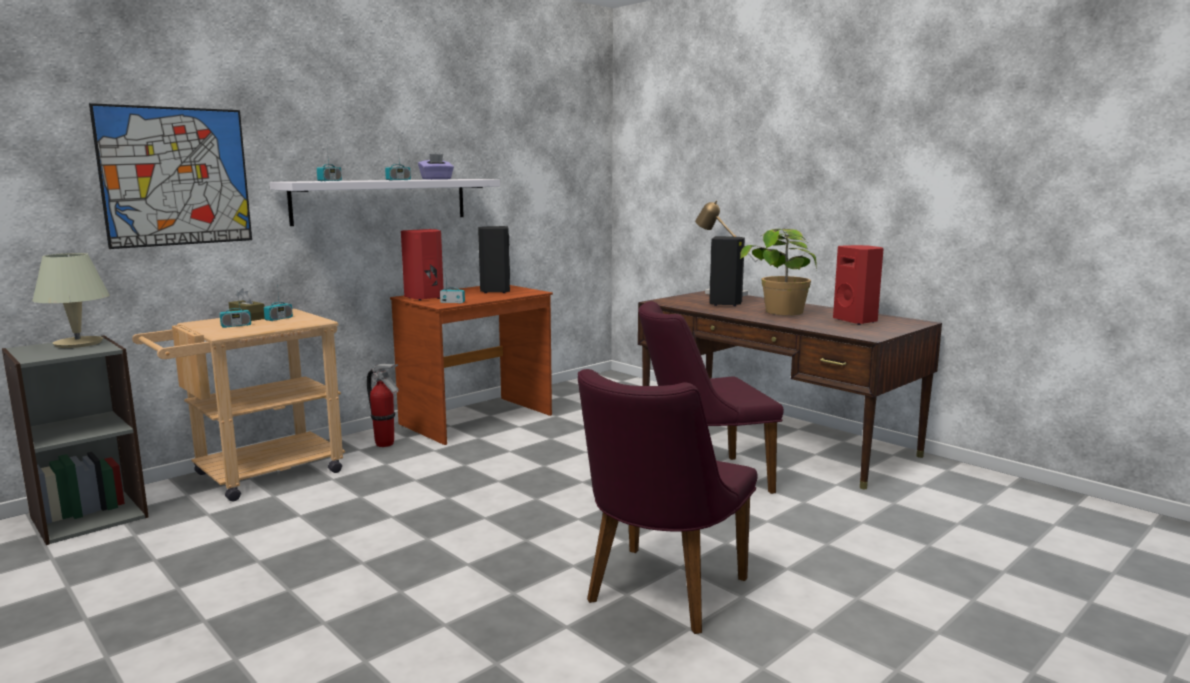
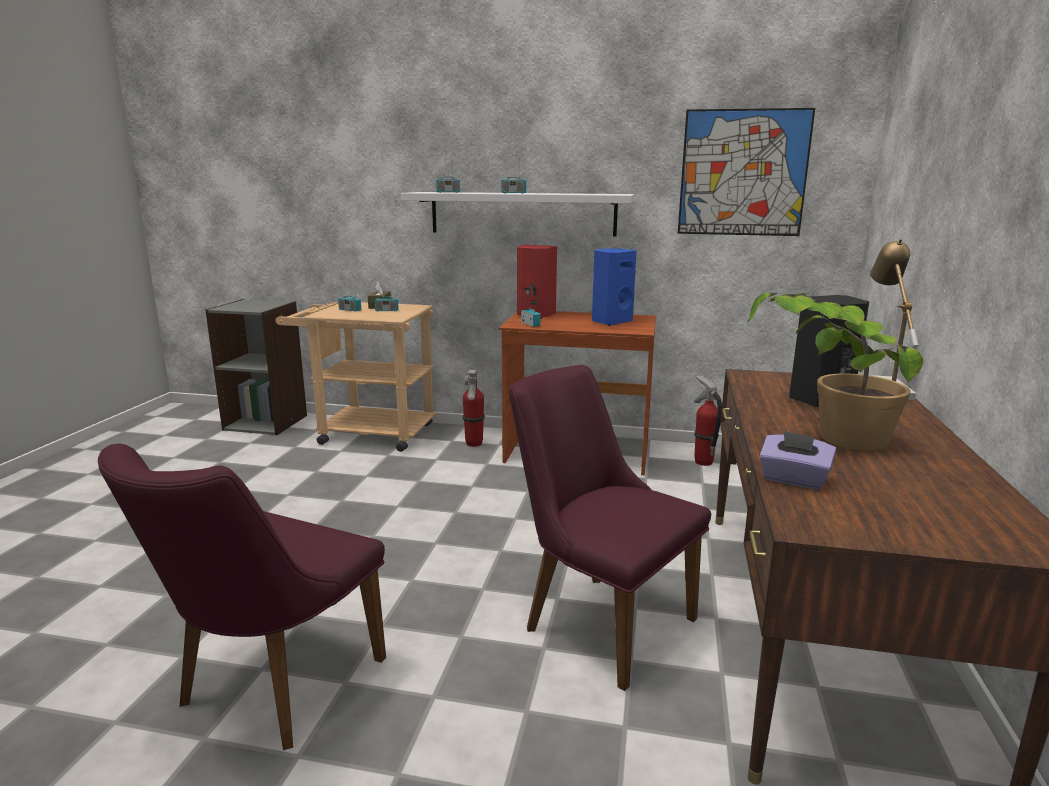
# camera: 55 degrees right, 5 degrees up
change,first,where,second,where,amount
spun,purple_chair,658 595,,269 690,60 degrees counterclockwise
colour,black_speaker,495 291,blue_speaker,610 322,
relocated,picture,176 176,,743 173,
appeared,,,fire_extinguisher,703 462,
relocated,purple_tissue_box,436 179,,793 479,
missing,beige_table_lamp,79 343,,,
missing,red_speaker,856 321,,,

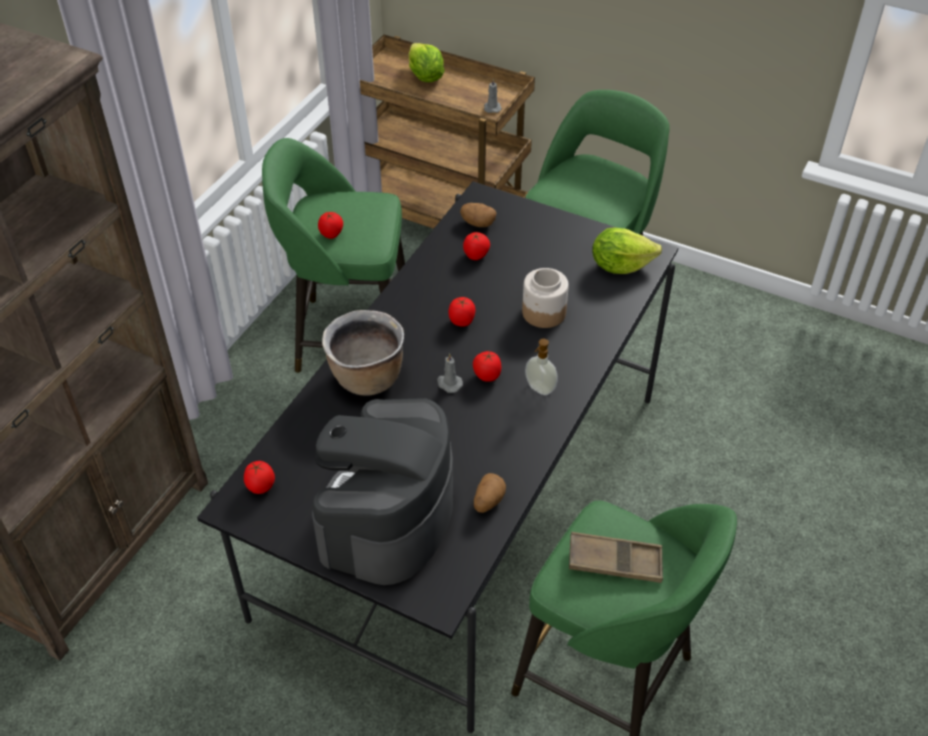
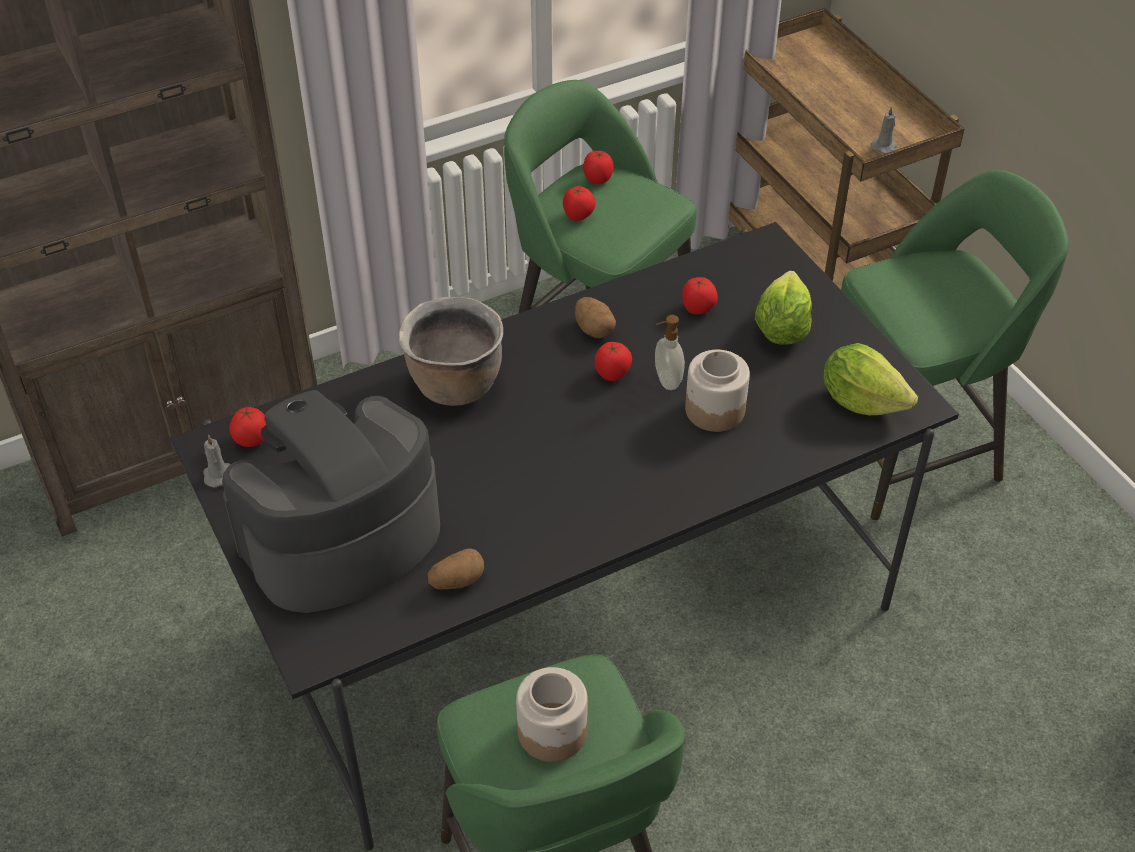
# camera: 35 degrees right, 0 degrees up
change,first,where,second,where,amount
relocated,grey_candle,449 384,,218 474,
exchanged,brown_tray,615 561,jar,553 731,
relocated,potato,477 223,,594 329,
relocated,tomato,487 376,,597 179,
relocated,soap_dispenser,539 389,,666 380,
relocated,lettuce,425 77,,781 329,

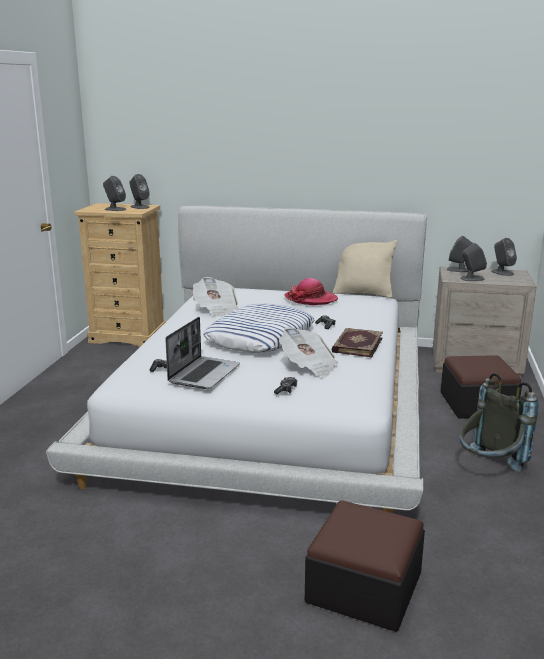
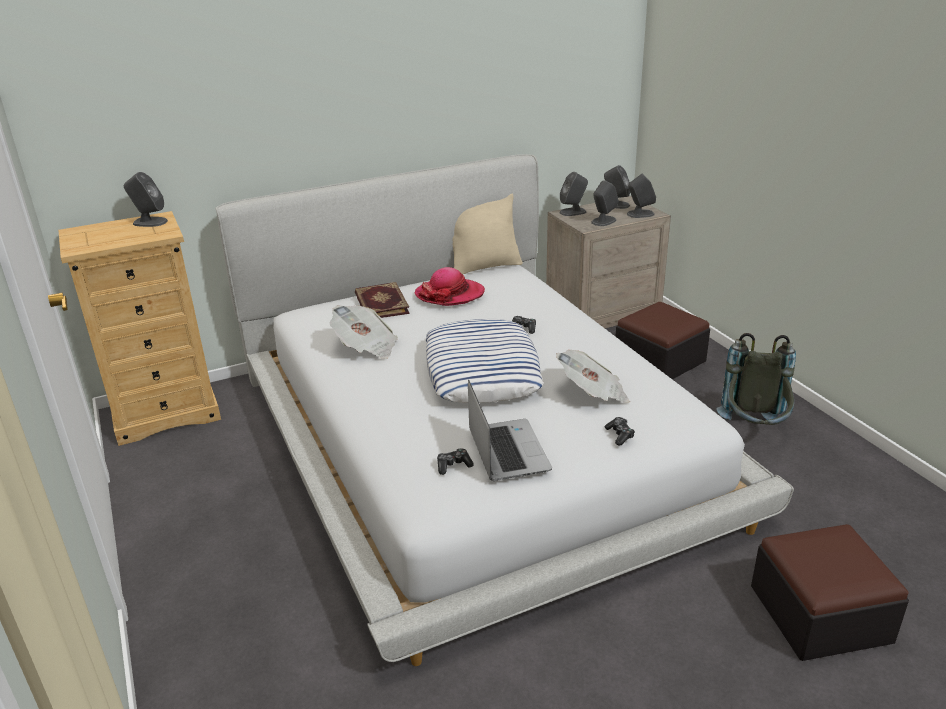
# camera: 35 degrees left, 10 degrees up
change,first,where,second,where,amount
relocated,book,356 345,,380 304,
relocated,grey_speaker,115 209,,640 214,

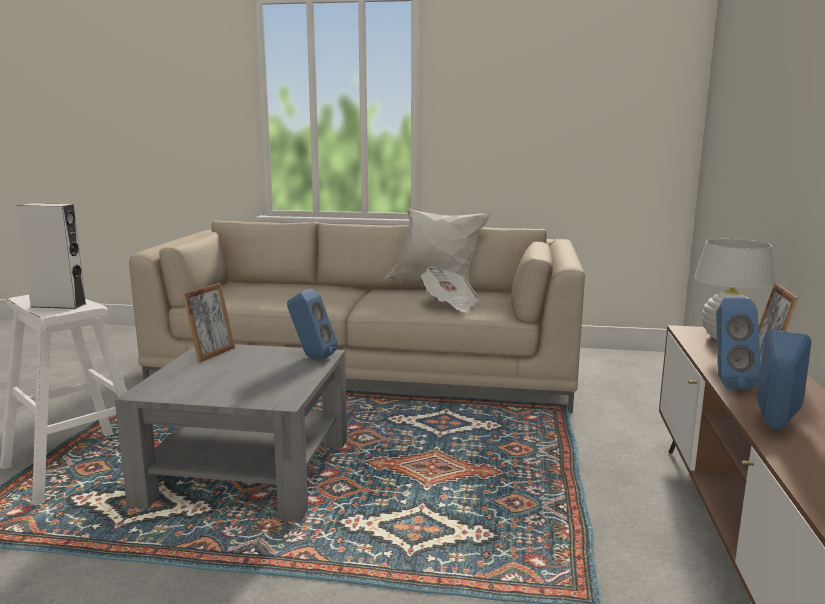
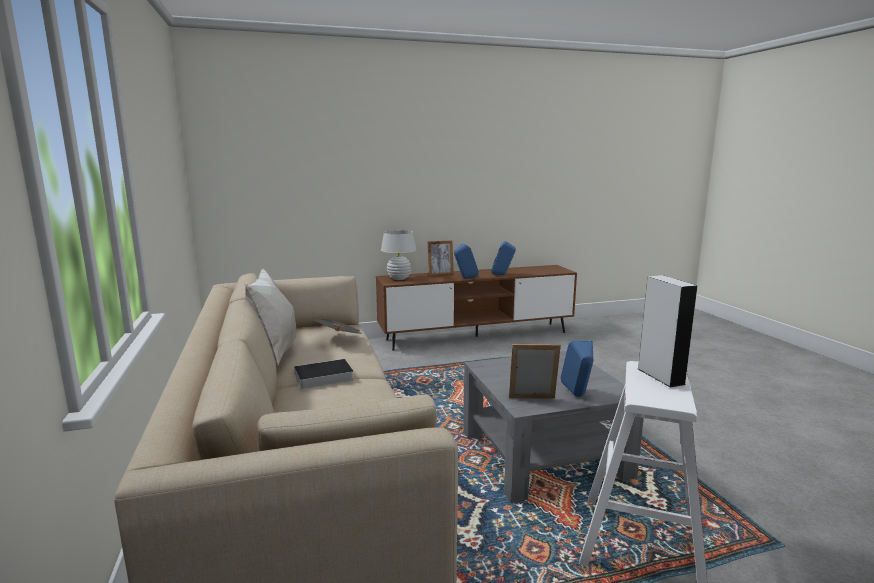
# camera: 115 degrees left, 0 degrees up
change,first,where,second,where,amount
appeared,,,book,322 378,
relocated,blue_speaker,311 356,,577 396,

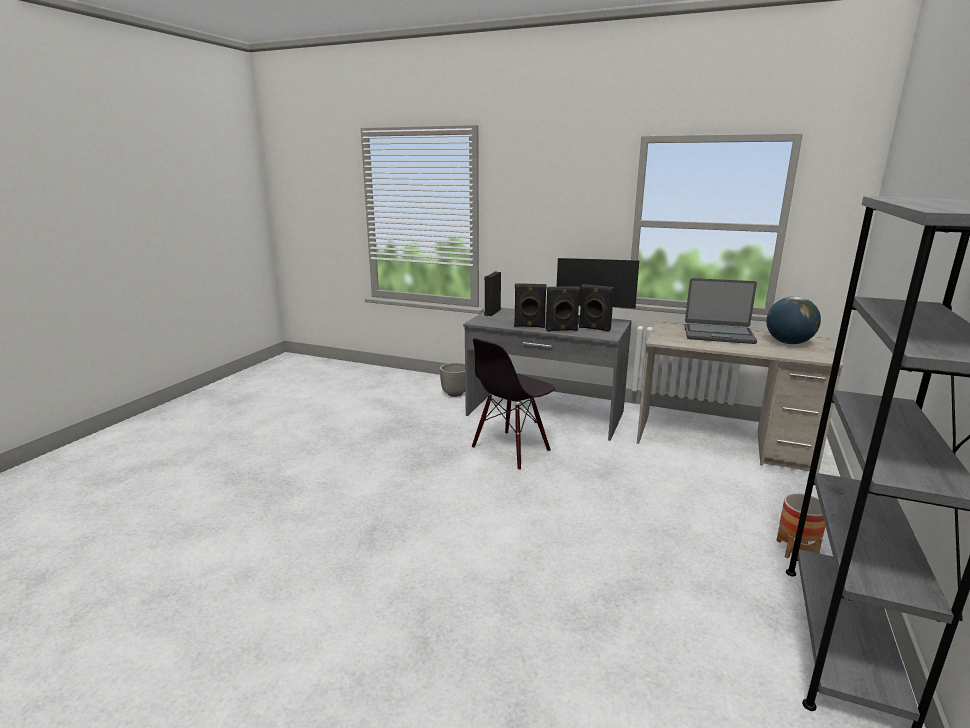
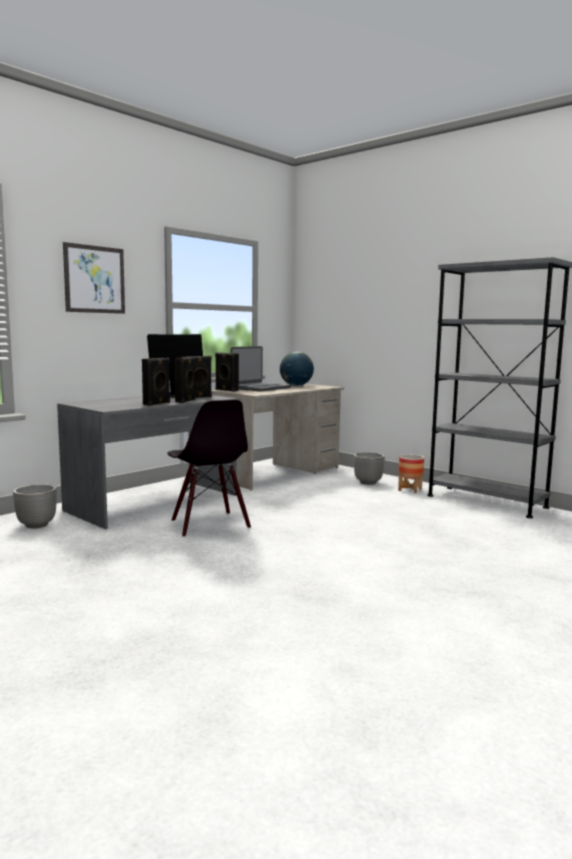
# camera: 70 degrees left, 10 degrees down
change,first,where,second,where,amount
appeared,,,picture,94 279,
relocated,black_speaker,491 312,,226 390,
appeared,,,planter,368 483,

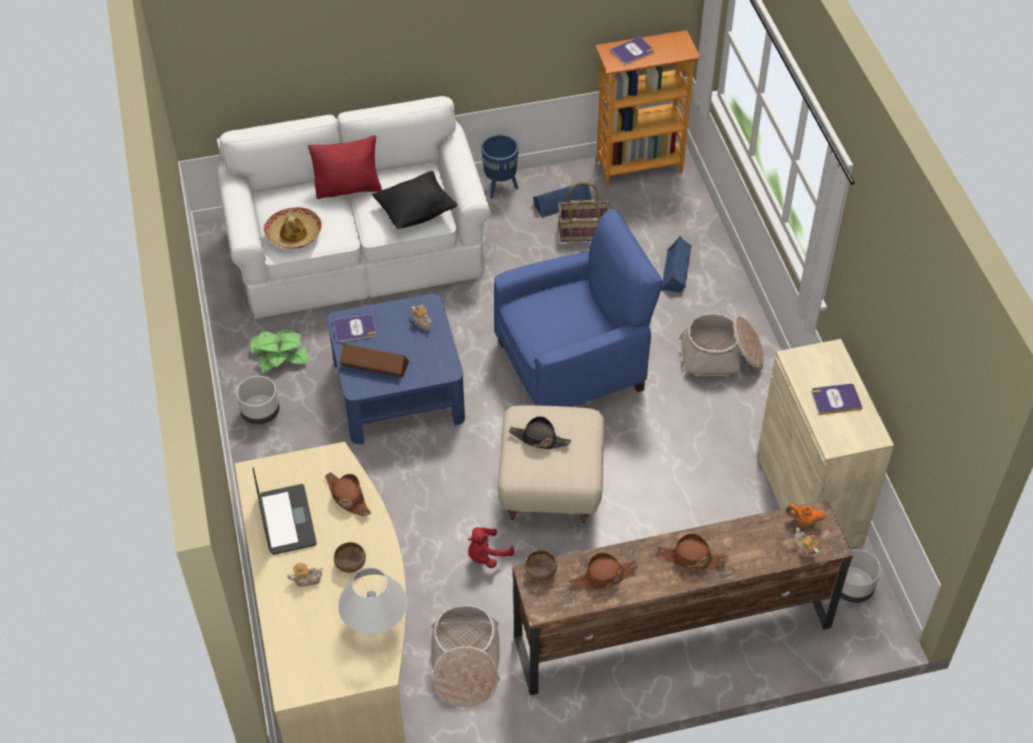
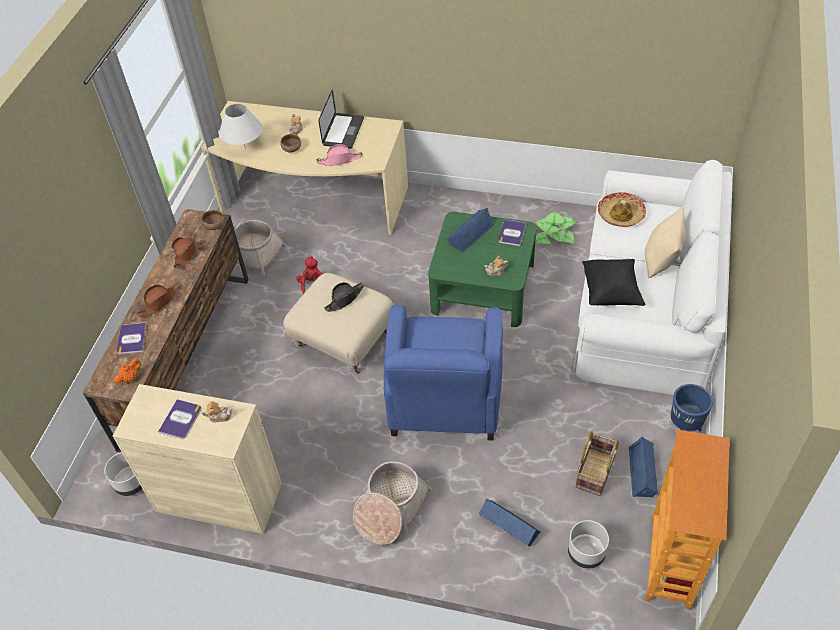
# camera: 120 degrees right, 0 degrees up
change,first,where,second,where,amount
relocated,book,632 51,,132 338,
relocated,teapot,804 549,,219 416,
colour,brown_hat,347 497,pink_hat,340 160,
spun,laptop,287 520,,343 131,90 degrees counterclockwise
colour,blue_coffee_table,399 389,green_coffee_table,483 287,
colour,brown_speaker,374 366,blue_speaker,470 233,
relocated,grey_planter,260 413,,586 552,
colour,red_pillow,348 188,beige_pillow,661 260,

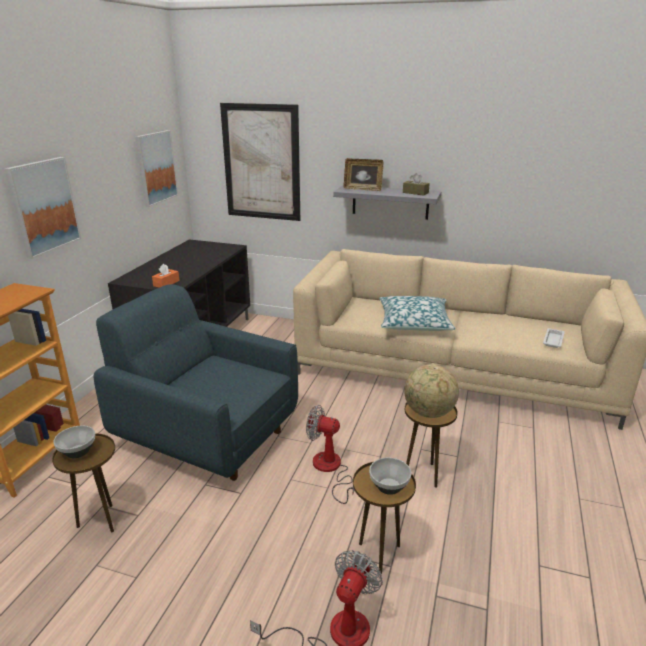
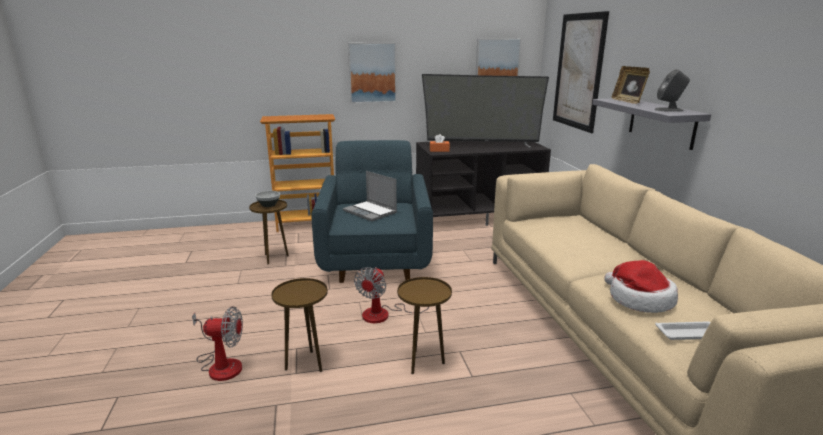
# camera: 60 degrees right, 5 degrees down
change,first,where,second,where,amount
appeared,,,laptop,371 212,
spun,fan,330 469,,385 314,150 degrees counterclockwise
appeared,,,television,482 145,
appeared,,,hat,639 299,
exchanged,brown_tissue_box,415 193,grey_speaker,669 110,
missing,bowl,388 486,,,
missing,pillow,414 322,,,
missing,globe,429 413,,,

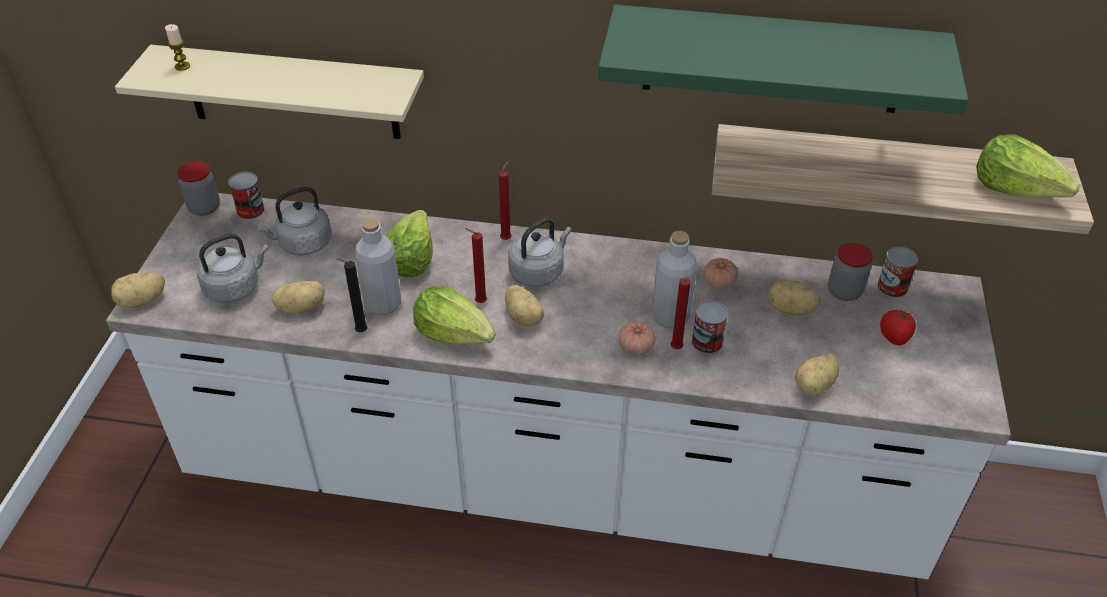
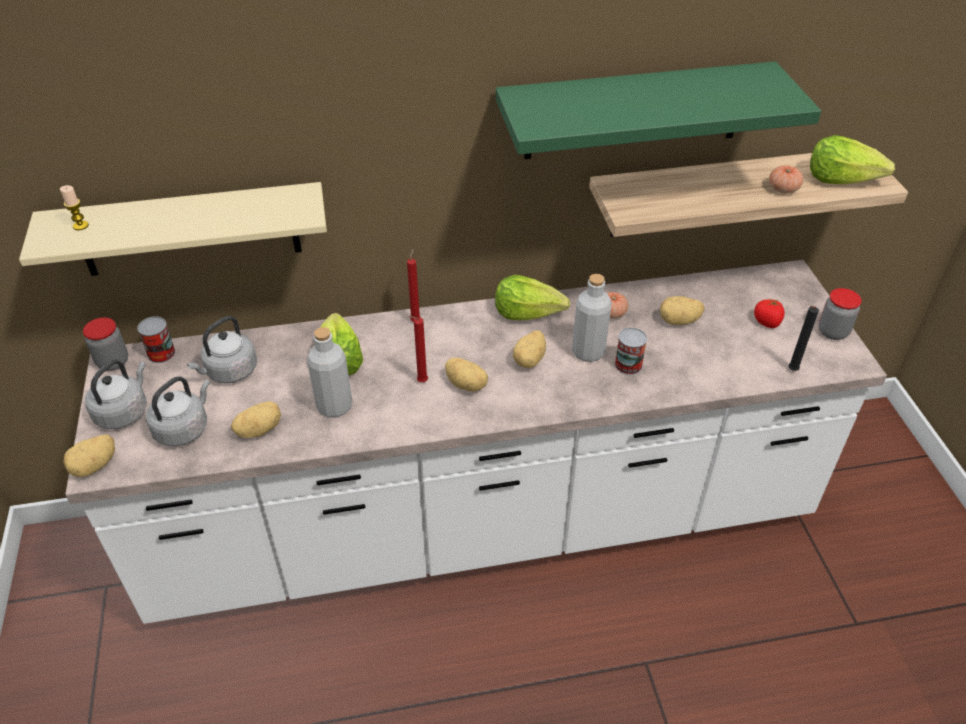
# camera: 20 degrees left, 0 degrees up
change,first,where,second,where,amount
relocated,grey_kettle,538 272,,124 412,
relocated,lettuce,454 333,,528 312,
relocated,potato,815 386,,530 360,
relocated,tomato,636 347,,783 189,
relocated,black_candle,359 332,,791 371,
relocated,jar,844 291,,833 332,
missing,red_candle,675 349,,,
missing,can,892 287,,,

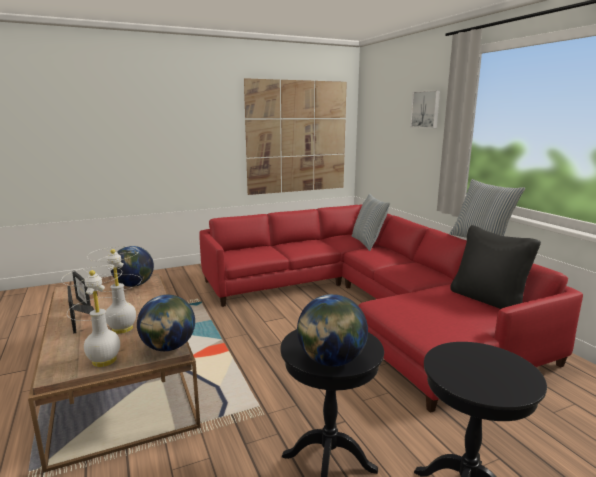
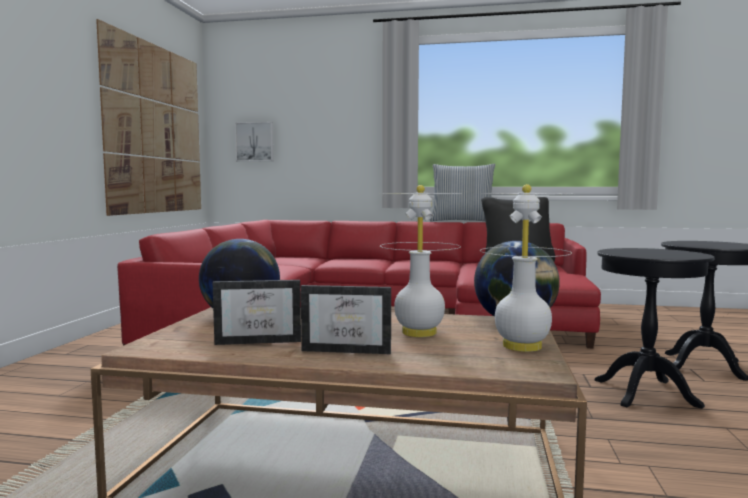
# camera: 55 degrees left, 10 degrees down
change,first,where,second,where,amount
relocated,picture,426 109,,255 142,
missing,globe,331 361,,,
missing,pillow,368 243,,,

